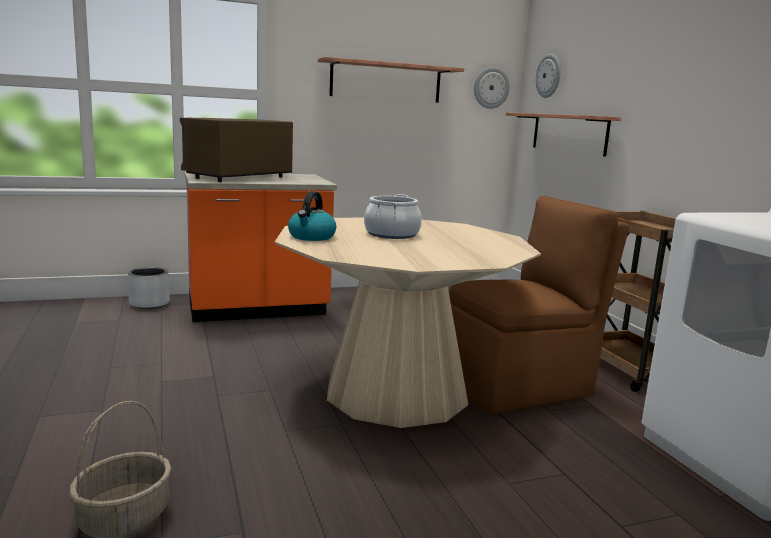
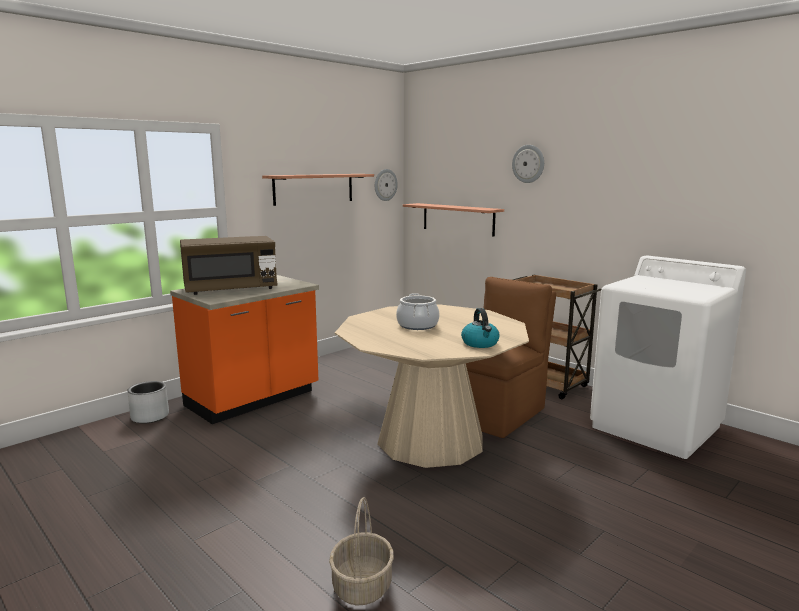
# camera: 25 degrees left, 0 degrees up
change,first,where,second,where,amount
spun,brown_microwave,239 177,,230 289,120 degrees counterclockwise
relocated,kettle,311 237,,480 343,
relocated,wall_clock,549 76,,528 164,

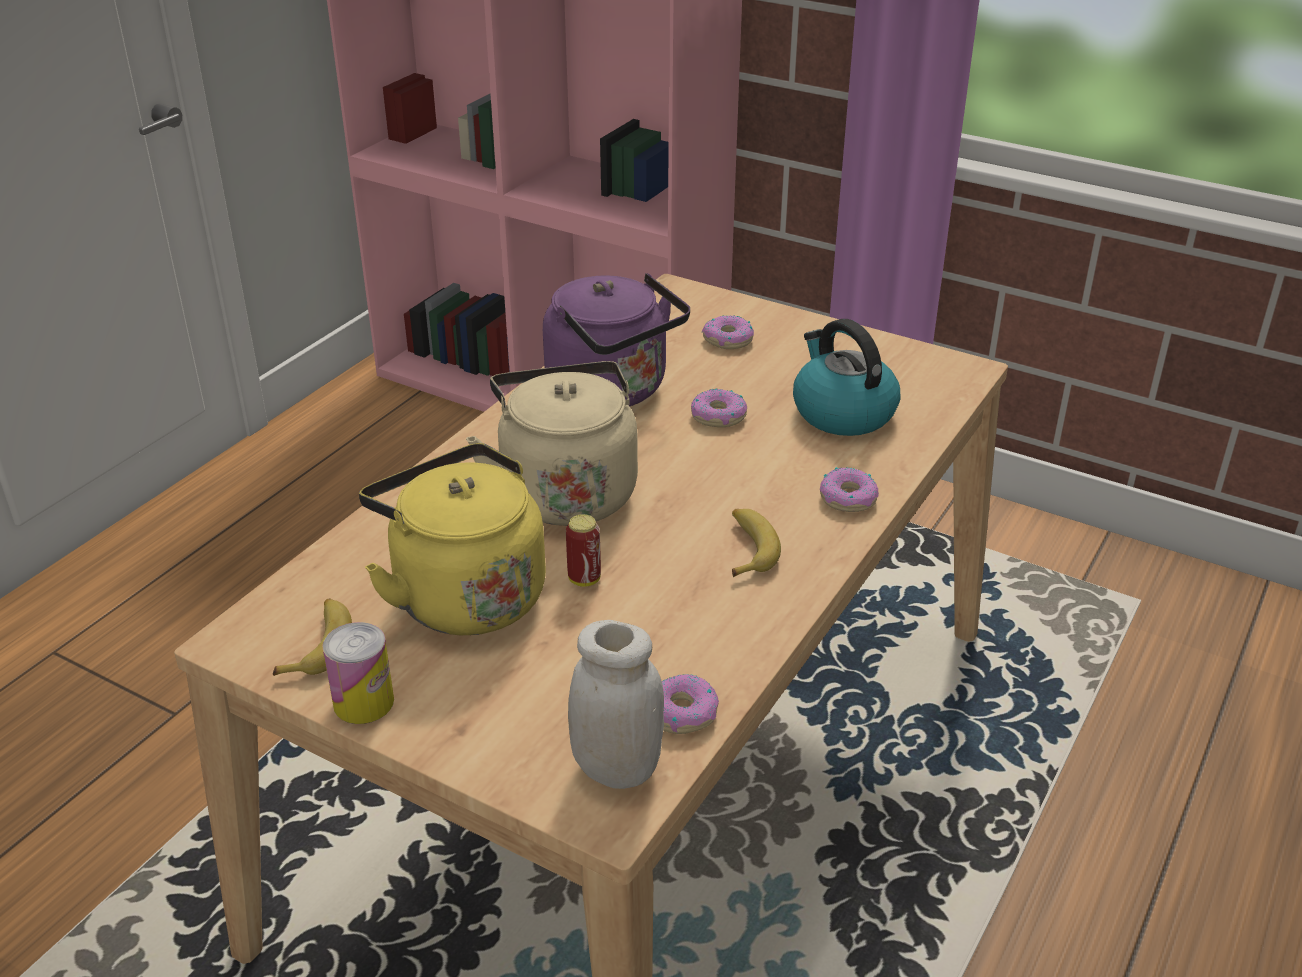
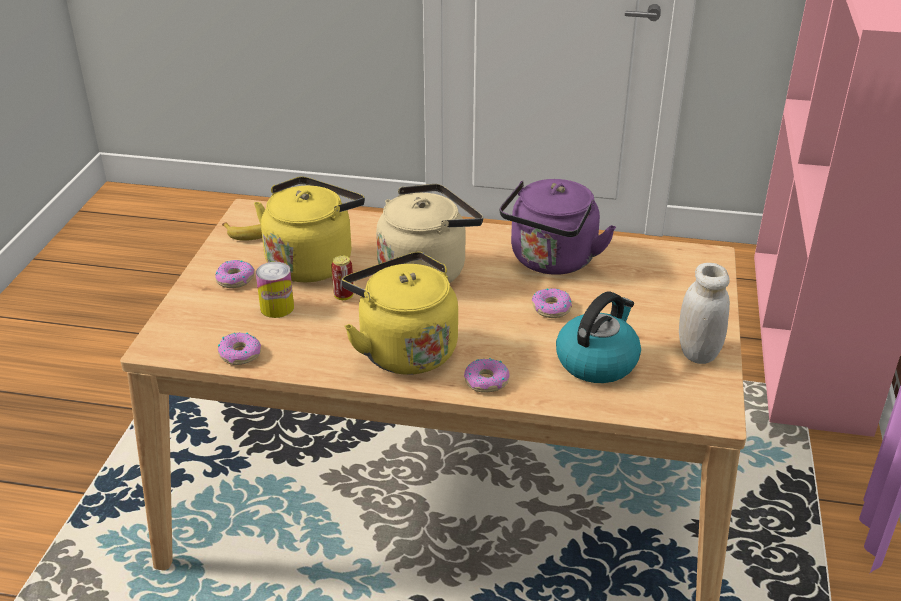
# camera: 70 degrees right, 0 degrees up
change,first,where,second,where,amount
relocated,donut,728 339,,235 279,
relocated,can,363 702,,277 308,
exchanged,banana,747 549,yellow_kettle,404 349,
relocated,white_jar,617 768,,698 353,

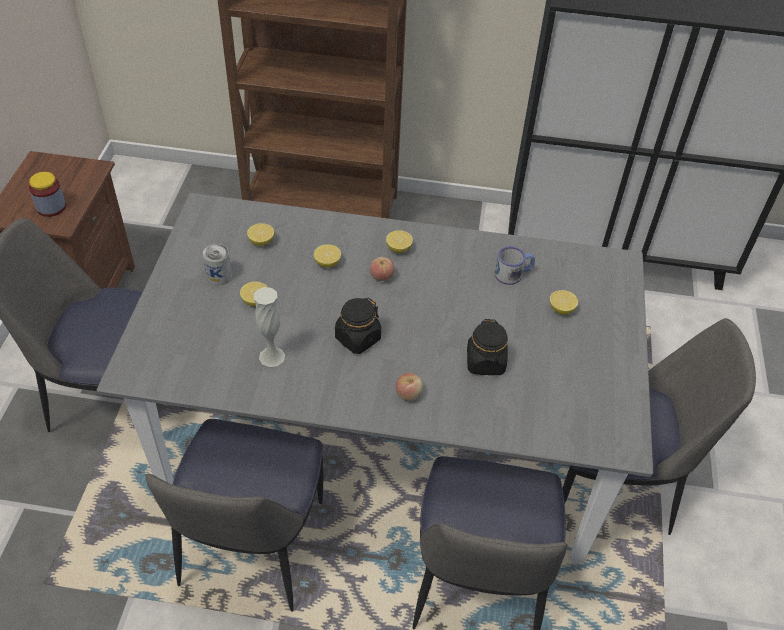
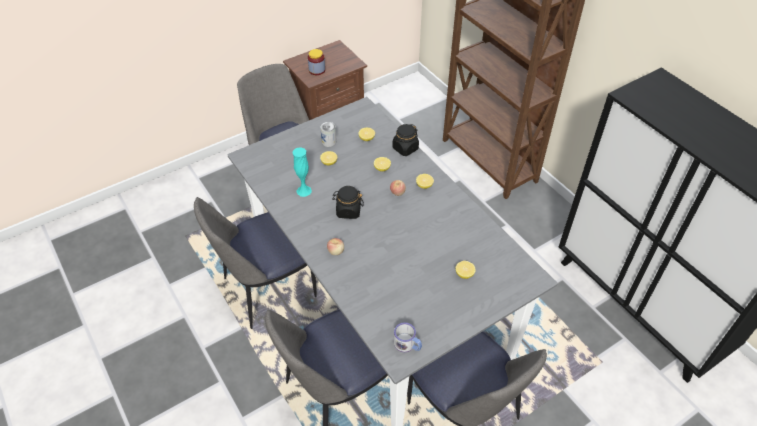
# camera: 50 degrees right, 0 degrees up
change,first,where,second,where,amount
colour,white_vase,272 356,turquoise_vase,304 191,
relocated,black_jar,485 362,,405 148,
relocated,mug,513 274,,407 345,

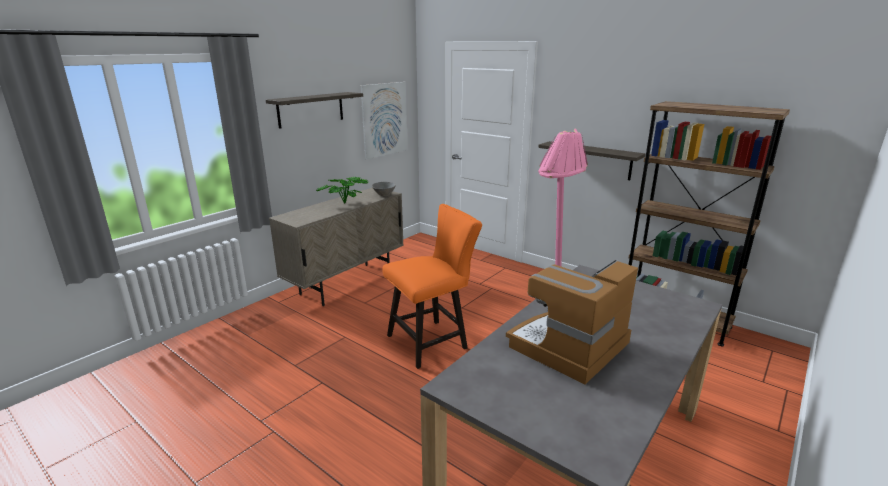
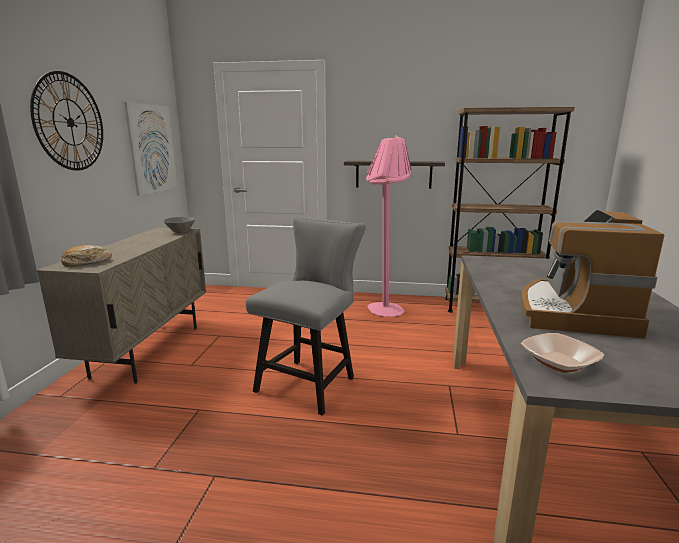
# camera: 30 degrees left, 5 degrees down
change,first,where,second,where,amount
exchanged,shelf,311 109,wall_clock,70 122,
appeared,,,bread,86 262,
colour,orange_chair,432 341,grey_chair,310 381,
appeared,,,bowl,559 362,
missing,potted_plant,344 204,,,

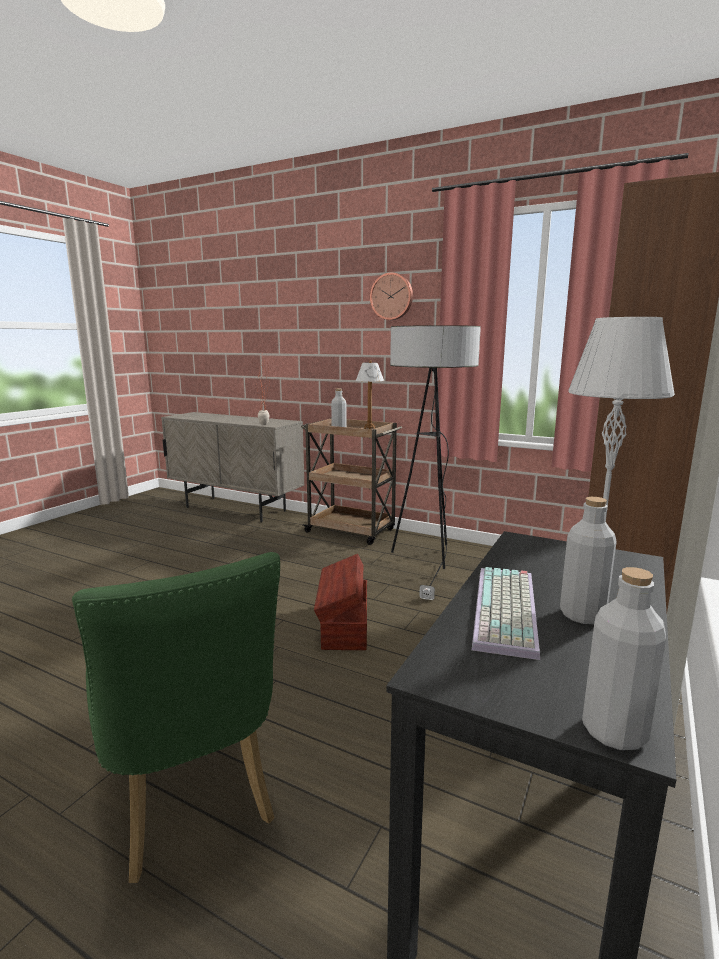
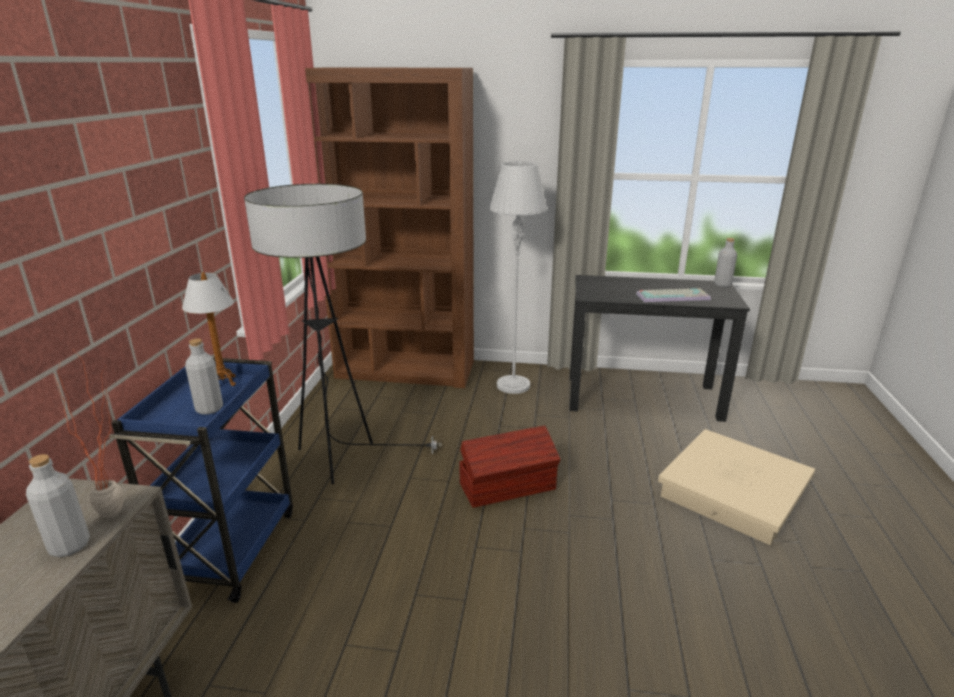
# camera: 110 degrees left, 10 degrees up
change,first,where,second,where,amount
relocated,grey_bottle,582 615,,69 545,
colour,brown_cart,352 531,blue_cart,232 547,
exchanged,green_chair,192 804,beige_storage_box,734 493,
missing,wall_clock,392 296,,,

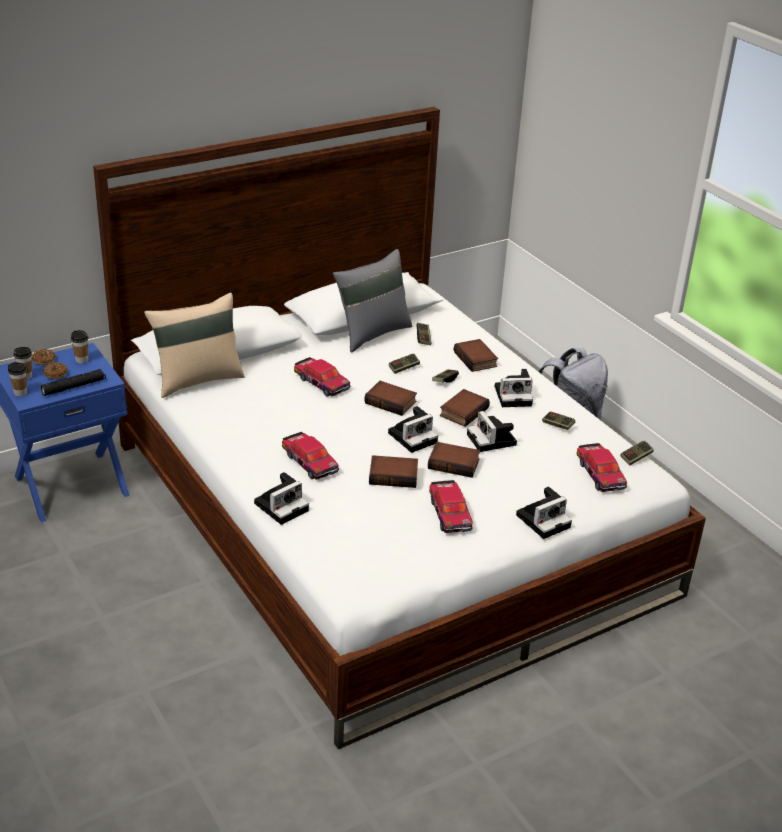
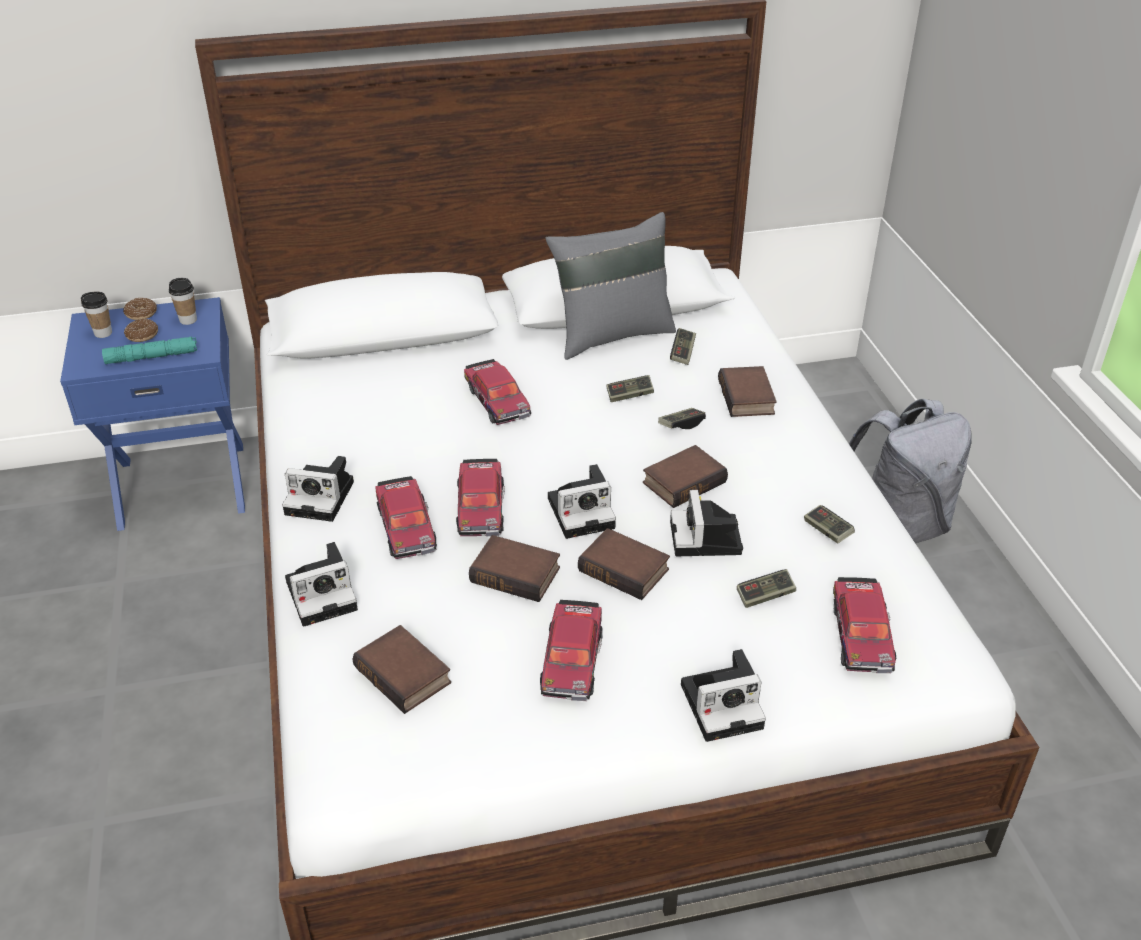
# camera: 20 degrees right, 5 degrees up
change,first,where,second,where,amount
colour,black_flashlight,74 387,turquoise_flashlight,152 357,
relocated,photo_camera,514 396,,323 498,
relocated,book,391 402,,406 675,
appeared,,,toy_car,481 506,
relocated,game_controller,636 457,,765 595,
missing,cup,20 393,,,
missing,beige_pillow,197 379,,,

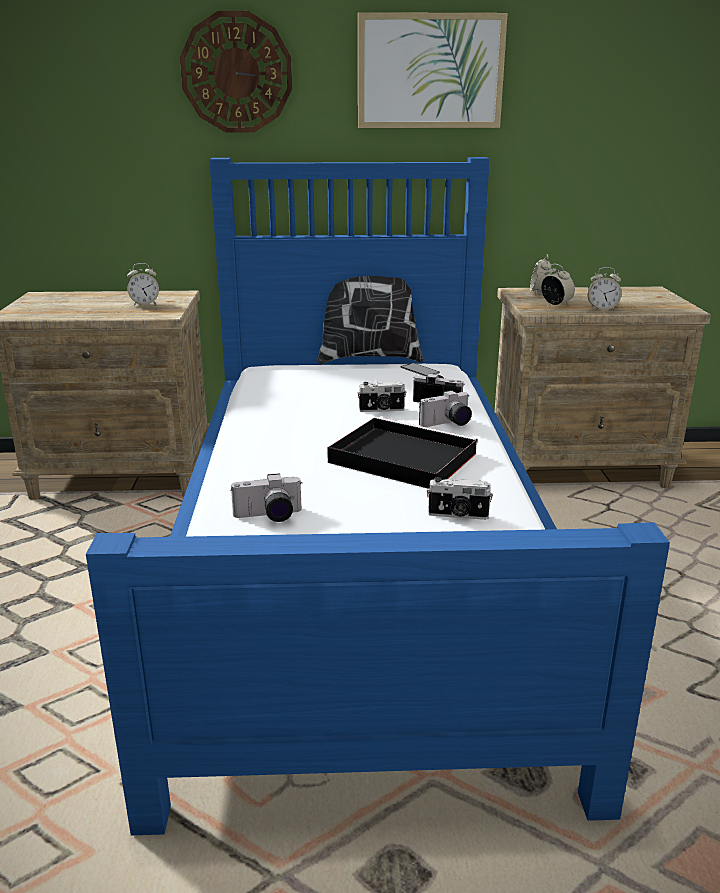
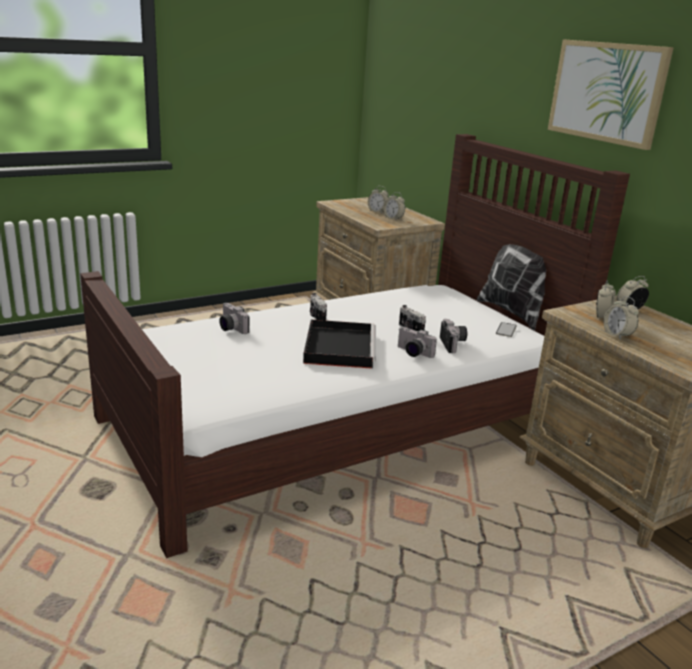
# camera: 60 degrees right, 0 degrees up
change,first,where,second,where,amount
colour,blue_bed,360 572,brown_bed,342 423,
relocated,photo_camera,458 515,,316 318,
appeared,,,alarm_clock,377 212,
missing,wall_clock,236 73,,,

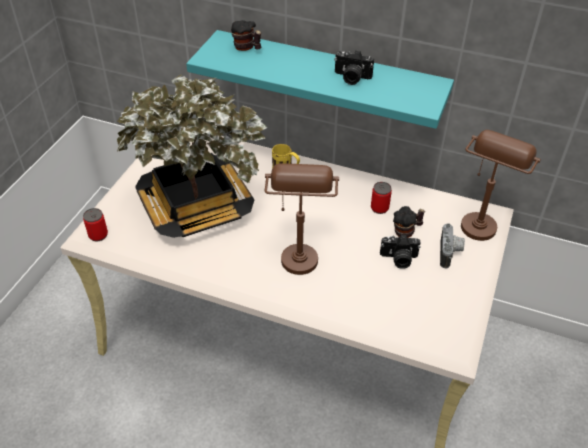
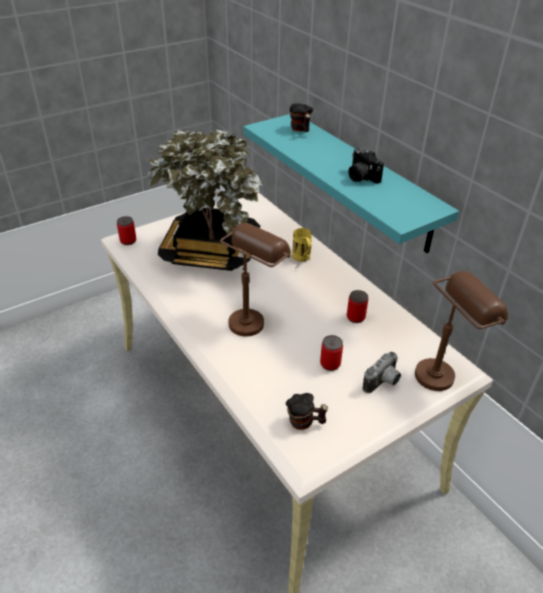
# camera: 35 degrees right, 5 degrees down
change,first,where,second,where,amount
relocated,mug,406 231,,305 422,
exchanged,photo_camera,399 259,can,330 364,

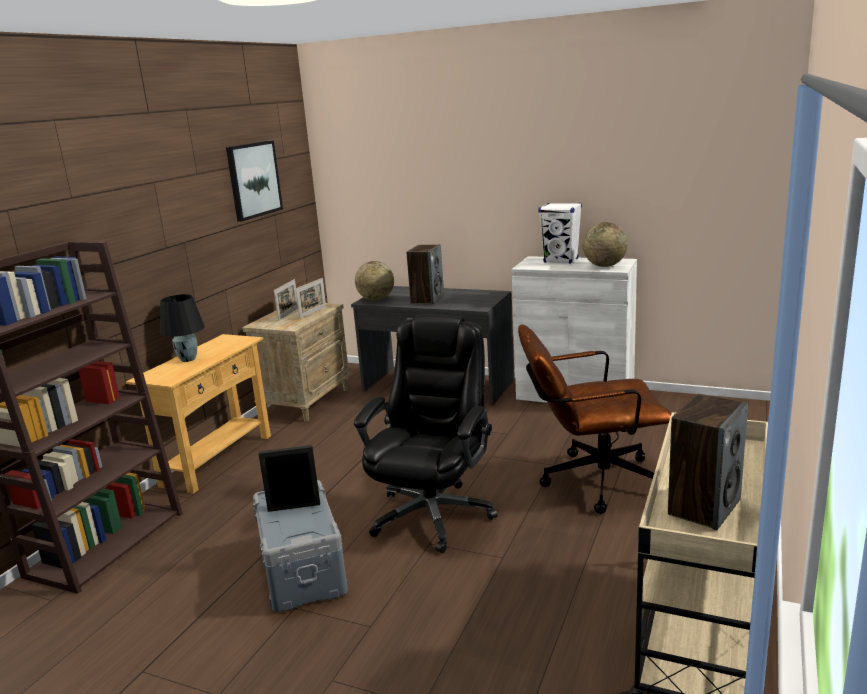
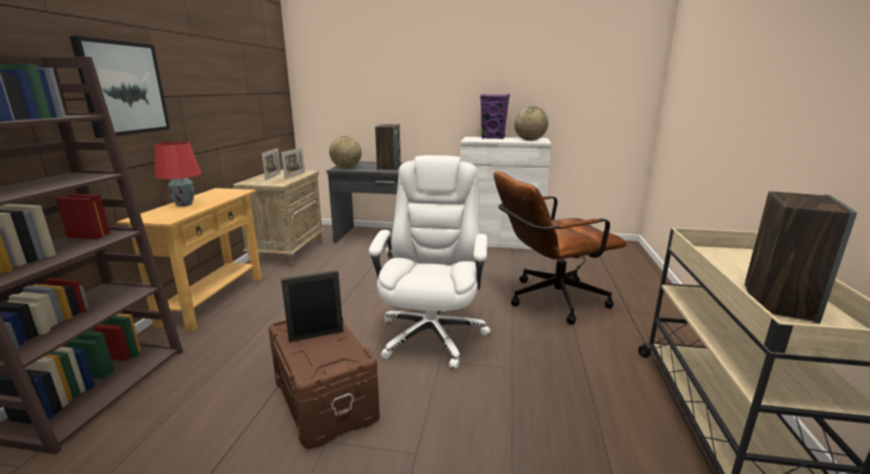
# camera: 15 degrees left, 0 degrees up
change,first,where,second,where,amount
relocated,picture,253 180,,123 88,
colour,black_table_lamp,187 359,red_table_lamp,183 204,
colour,grey_storage_box,301 571,brown_storage_box,323 399,
colour,black_office_chair,433 513,white_office_chair,432 334,
colour,white_speaker,561 260,purple_speaker,493 138,

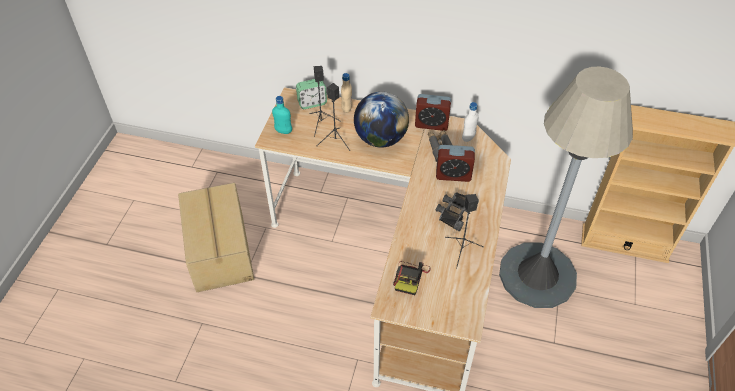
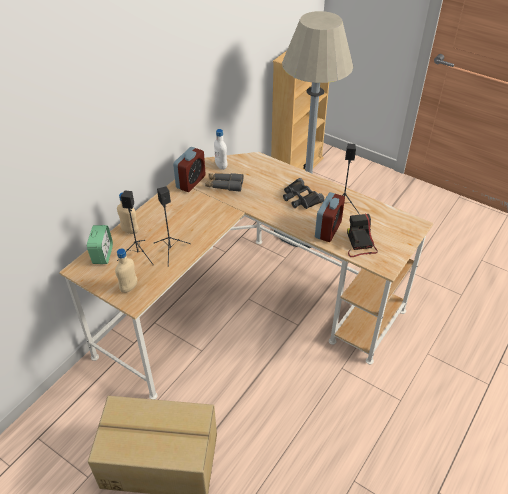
# camera: 70 degrees left, 5 degrees down
change,first,where,second,where,amount
colour,turquoise_bottle,283 131,beige_bottle,129 287,
relocated,alarm_clock,453 175,,328 230,
spun,photo_camera,410 277,,359 244,135 degrees counterclockwise
missing,globe,380 139,,,

